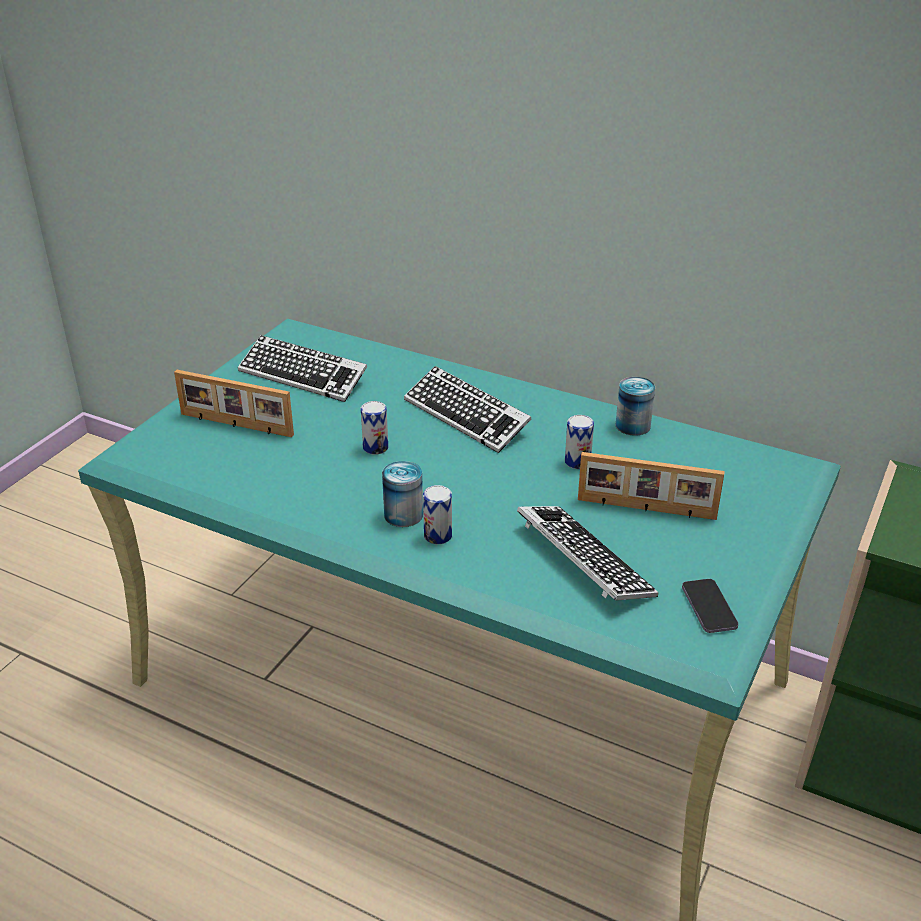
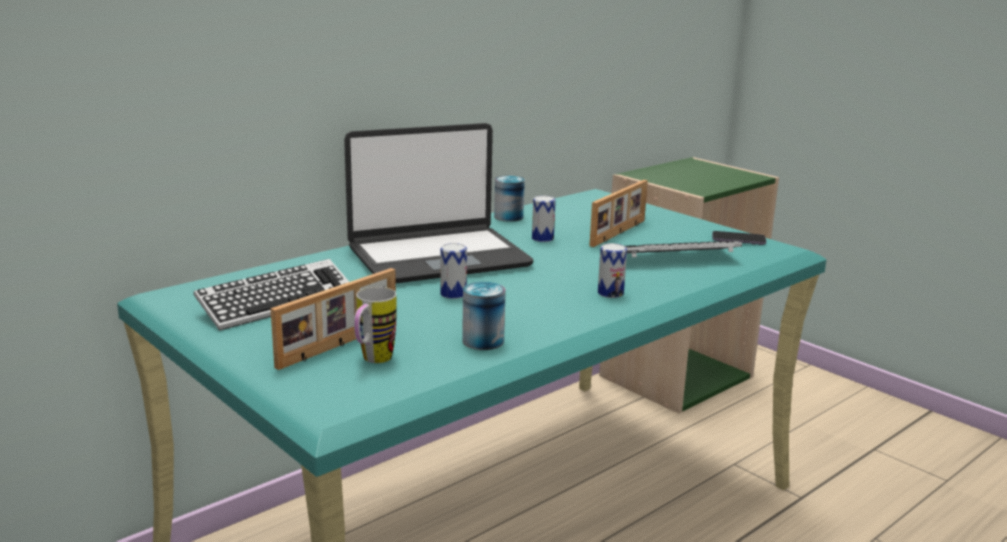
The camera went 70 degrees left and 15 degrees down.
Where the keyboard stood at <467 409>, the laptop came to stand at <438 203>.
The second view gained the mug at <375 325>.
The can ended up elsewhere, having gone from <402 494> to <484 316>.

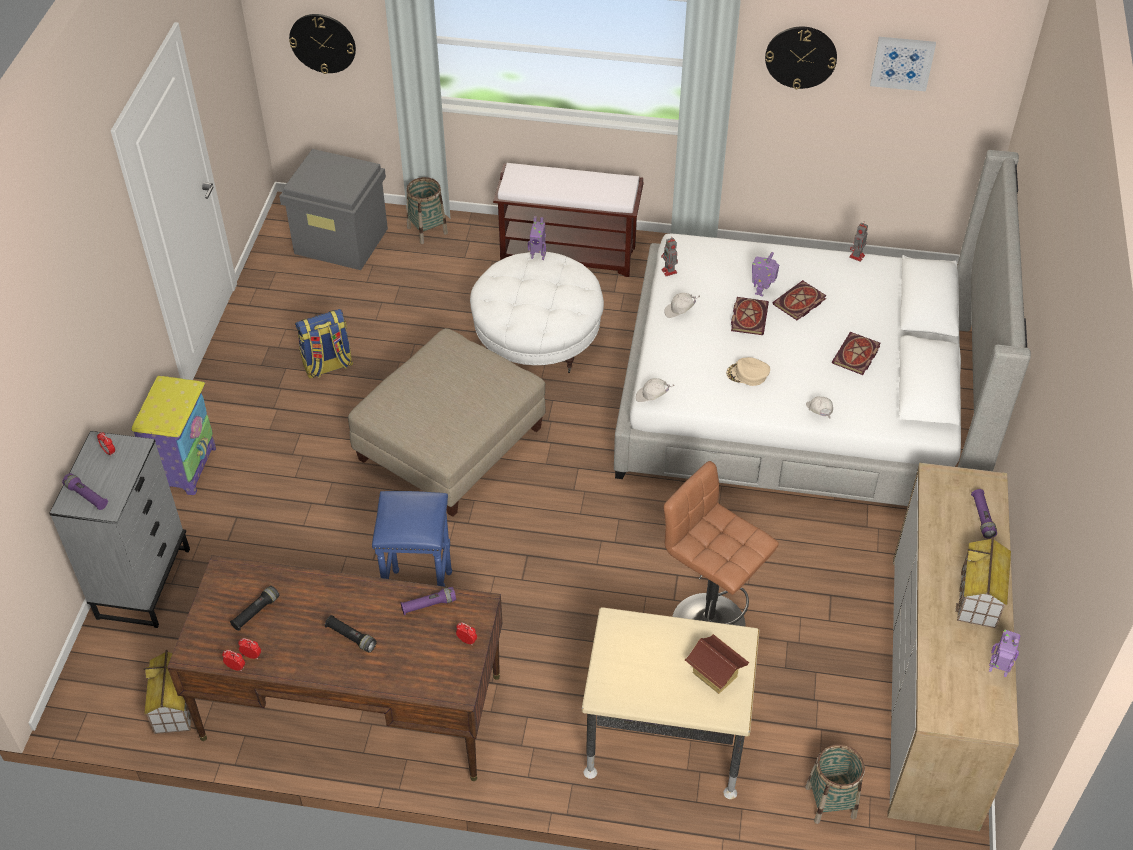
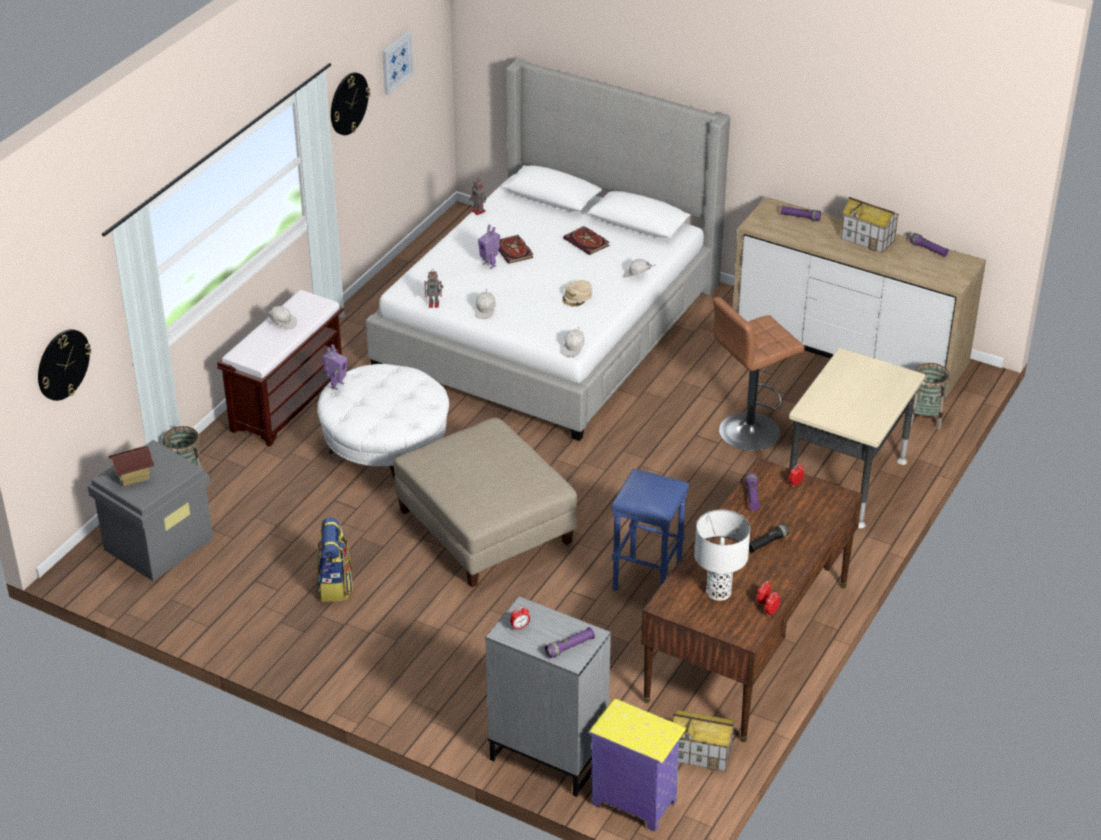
The camera went 70 degrees left and 10 degrees down.
The toy house ended up elsewhere, having gone from <717 664> to <131 466>.
The second view gained the white cap at <280 317>.
The nightstand ended up elsewhere, having gone from <173 435> to <637 765>.
Where the black flashlight stood at <255 608>, the white table lamp came to stand at <722 555>.
Where the toy robot stood at <1005 653>, the purple flashlight came to stand at <929 245>.
The second view lost the book at <750 316>.

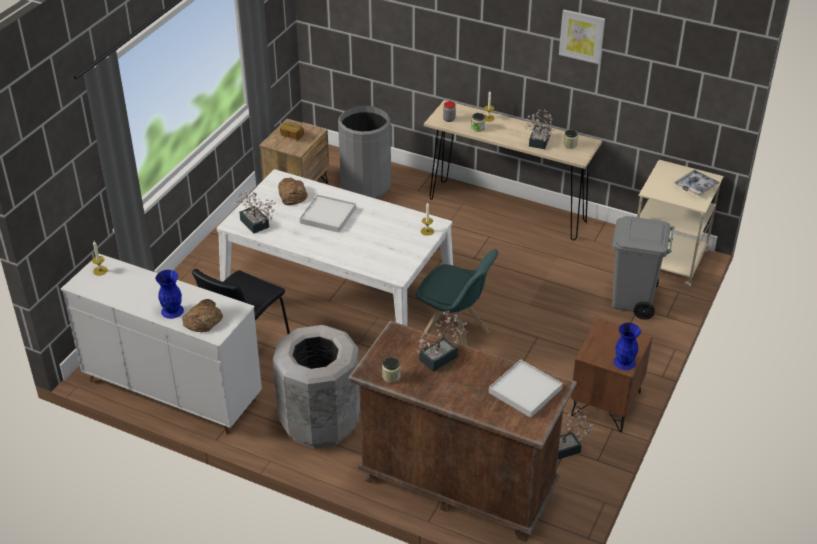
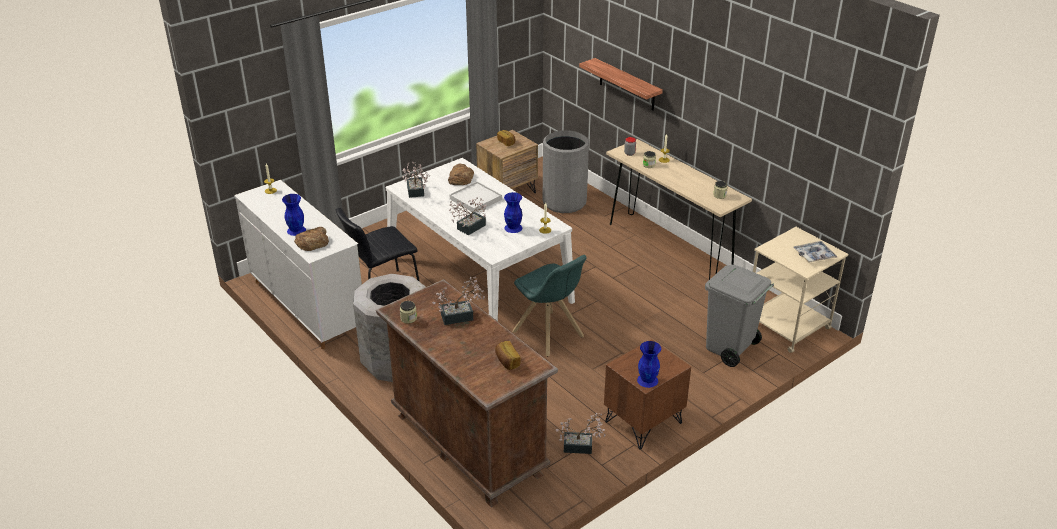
The camera went 25 degrees right and 5 degrees down.
The potted plant ended up elsewhere, having gone from <540 129> to <467 216>.
Where the white tray stood at <526 388>, the bread came to stand at <508 355>.
The second view gained the blue vase at <513 212>.
The second view gained the shelf at <621 84>.
The second view lost the picture at <582 36>.

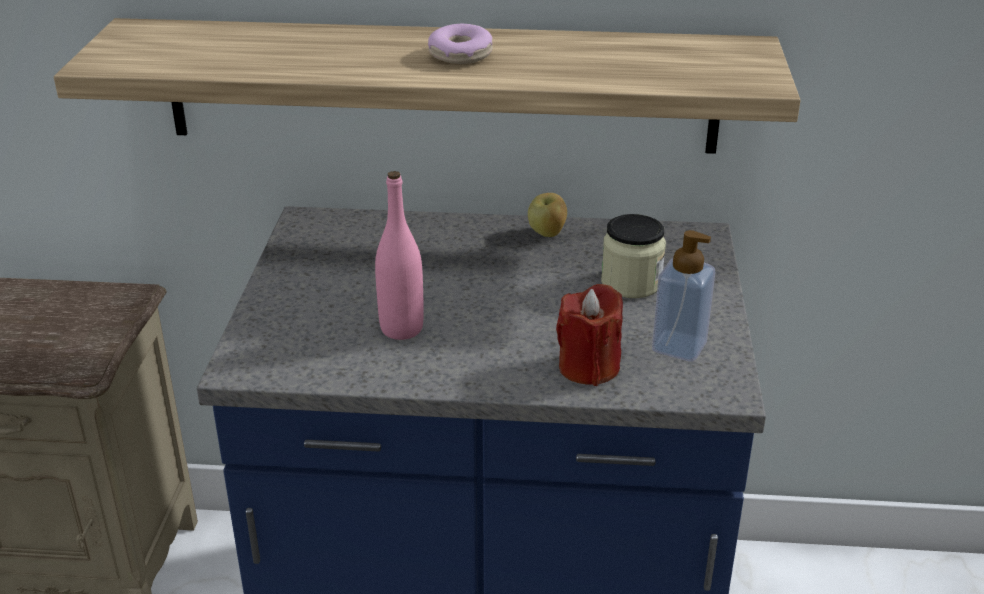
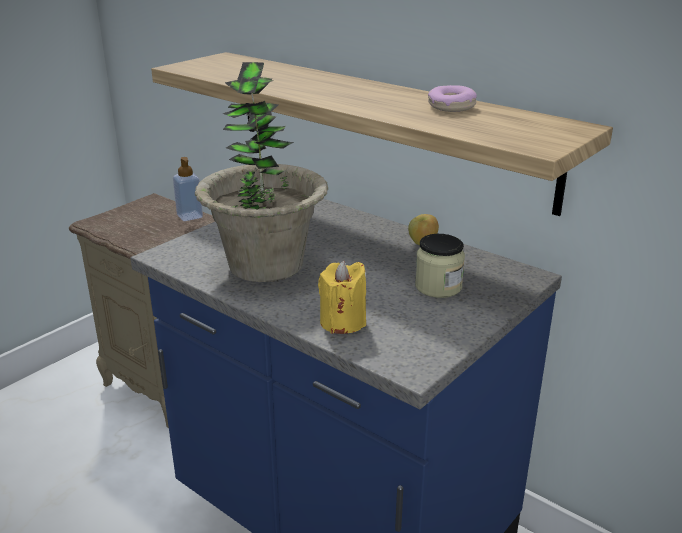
The camera went 35 degrees right and 5 degrees down.
The soap dispenser ended up elsewhere, having gone from <683 296> to <188 189>.
Where the pink bottle stood at <399 255>, the potted plant came to stand at <261 172>.
What was the red candle at <589 335> turned into the yellow candle at <342 297>.
The donut ended up elsewhere, having gone from <460 44> to <452 98>.

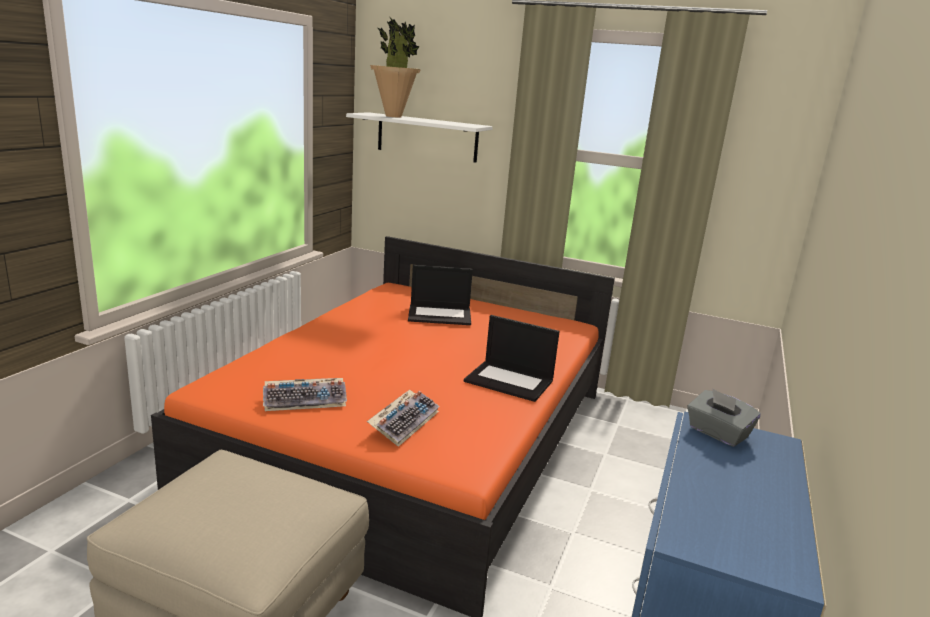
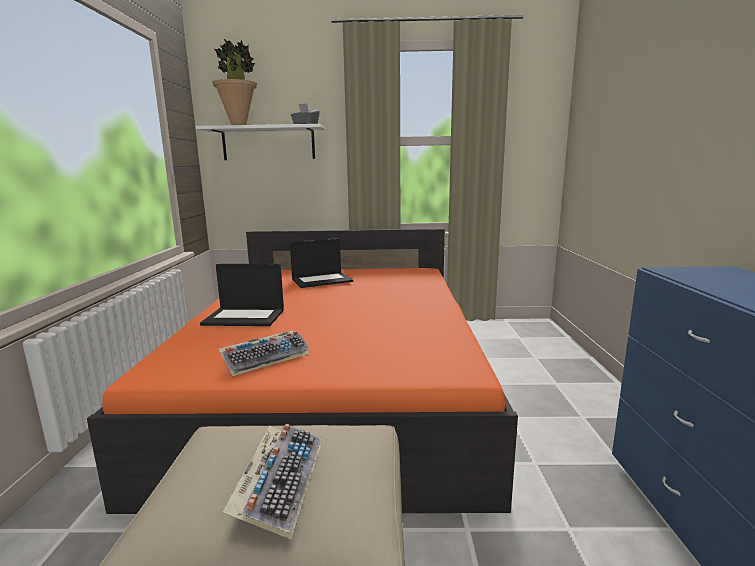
The camera went 20 degrees left and 5 degrees down.
The laptop ended up elsewhere, having gone from <512 358> to <242 295>.
The keyboard ended up elsewhere, having gone from <403 418> to <271 481>.
The grey tissue box ended up elsewhere, having gone from <724 417> to <305 113>.

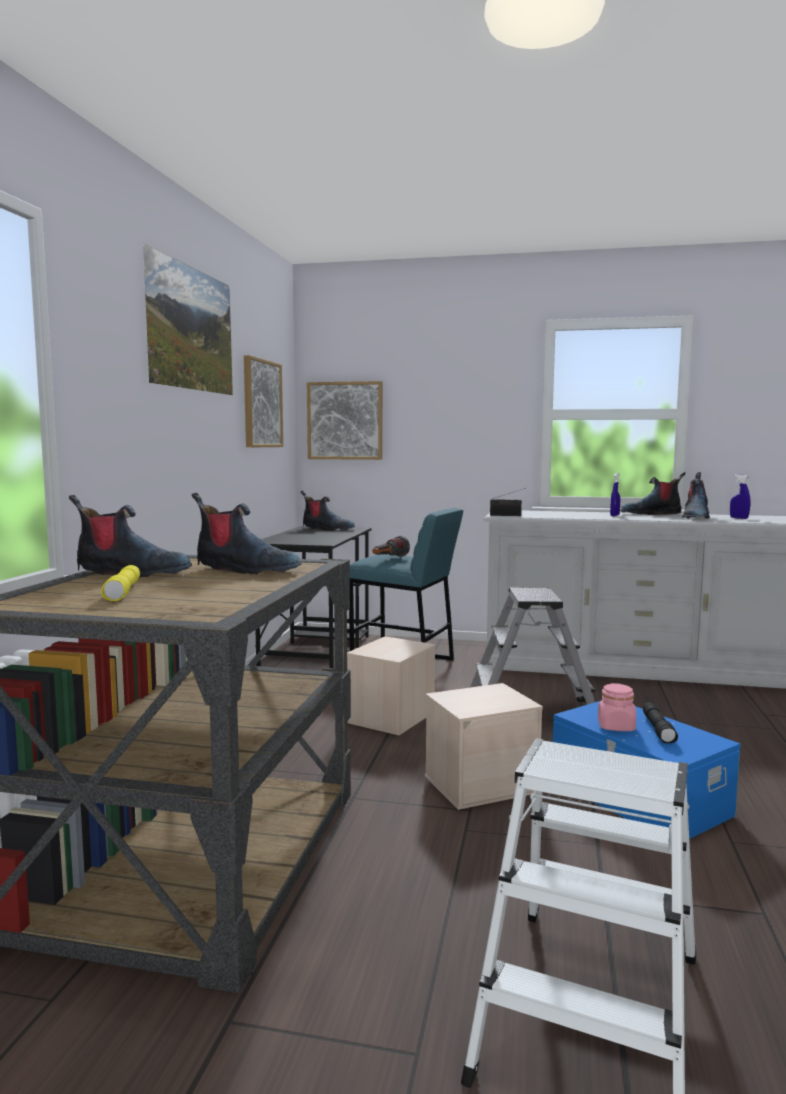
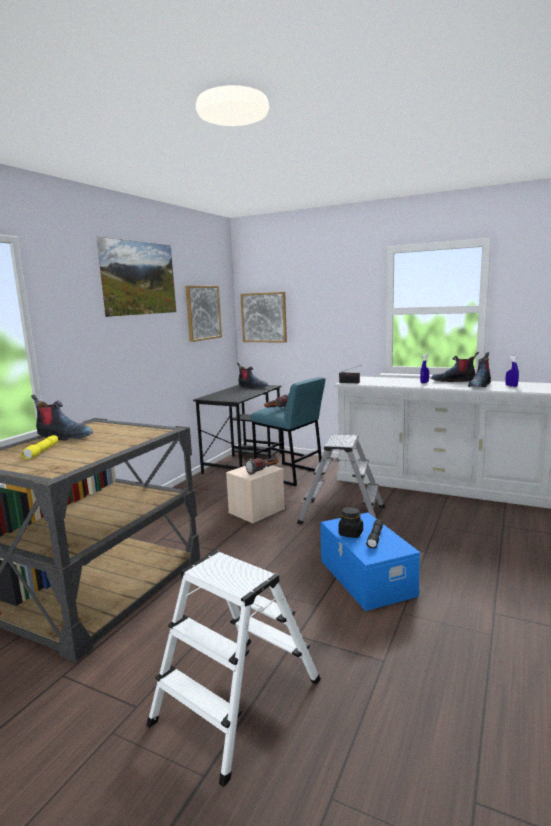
The camera went 15 degrees right and 5 degrees up.
The second view gained the flashlight at <262 466>.
What was the pink jar at <617 707> turned into the black jar at <350 522>.
The second view lost the boot at <246 533>.
The second view lost the beige storage box at <484 746>.

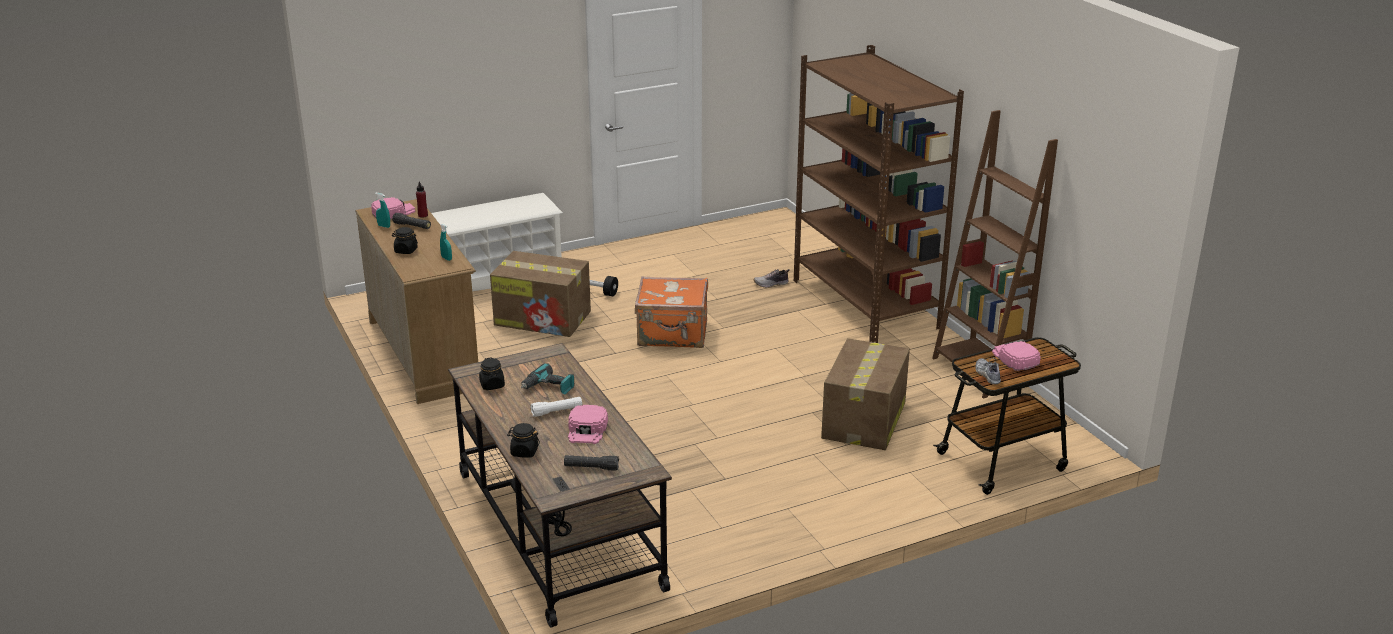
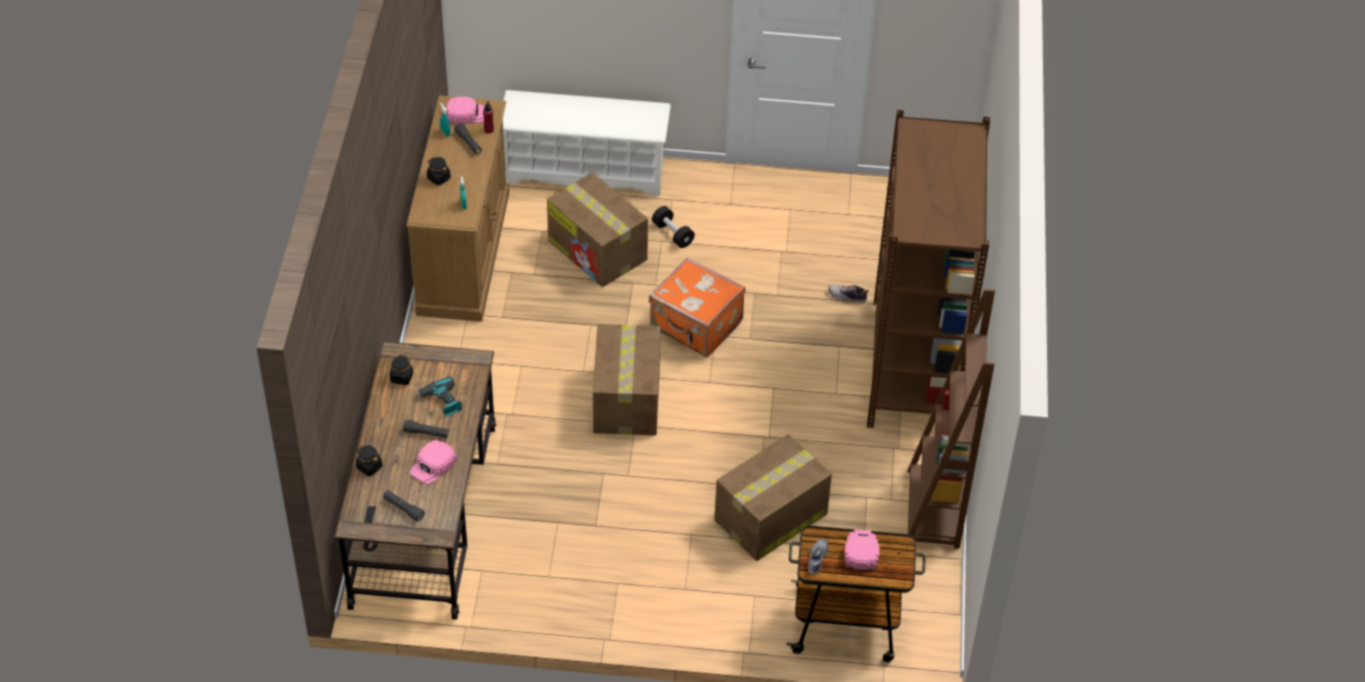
The camera went 30 degrees right and 20 degrees up.
What was the white flashlight at <556 407> turned into the black flashlight at <426 429>.
The second view gained the cardboard box at <627 379>.

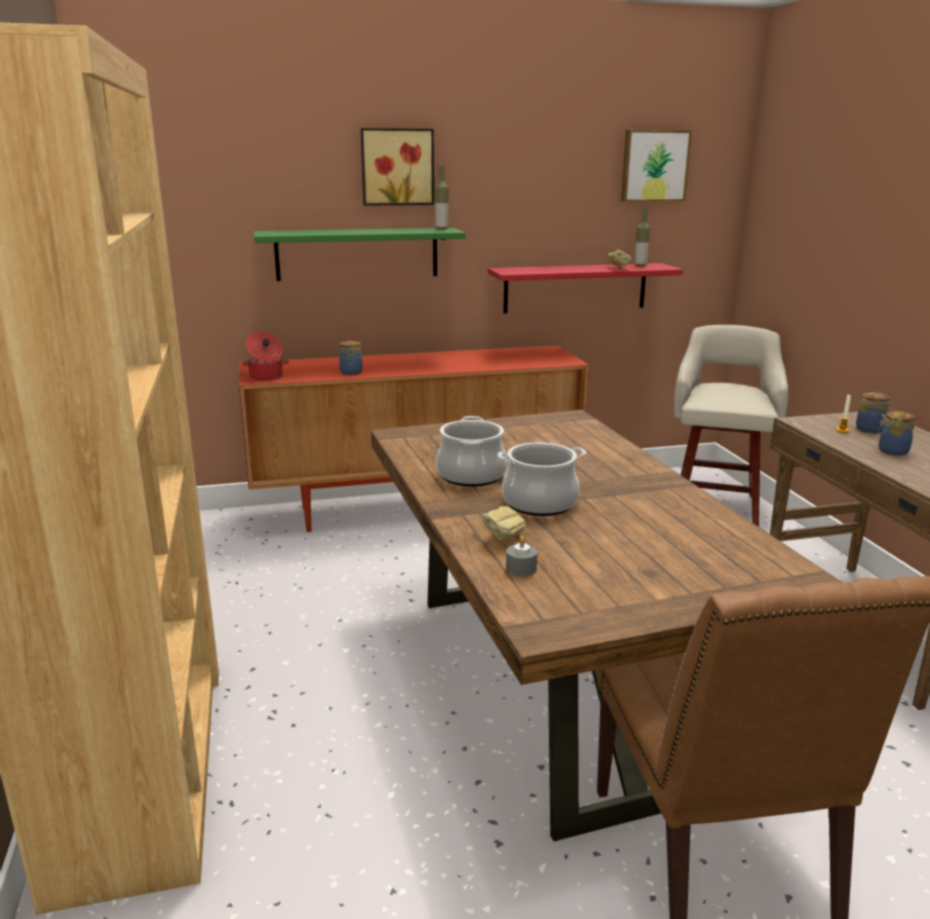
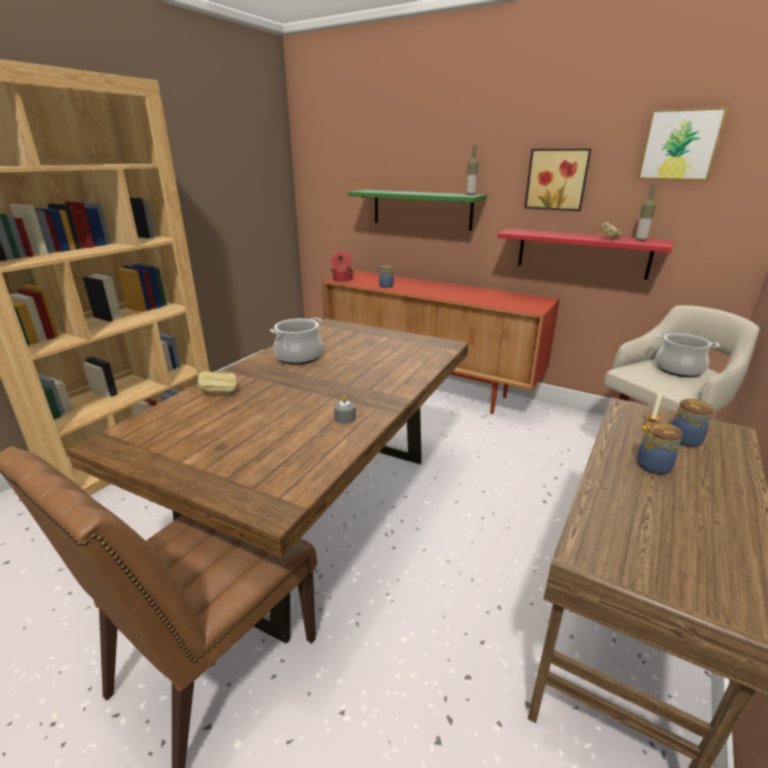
The camera went 45 degrees right and 5 degrees up.
The grey candle ended up elsewhere, having gone from <521 556> to <345 409>.
The picture ended up elsewhere, having gone from <397 167> to <557 180>.
The cooking pot ended up elsewhere, having gone from <541 479> to <687 355>.

